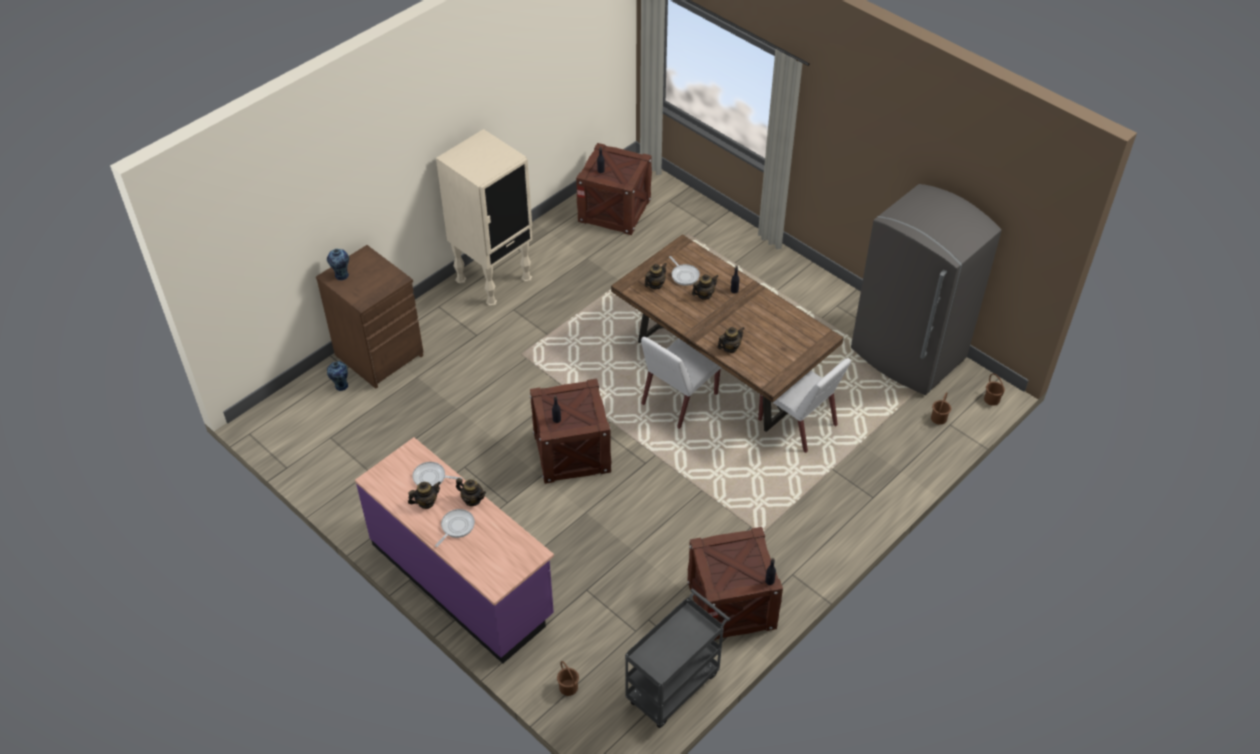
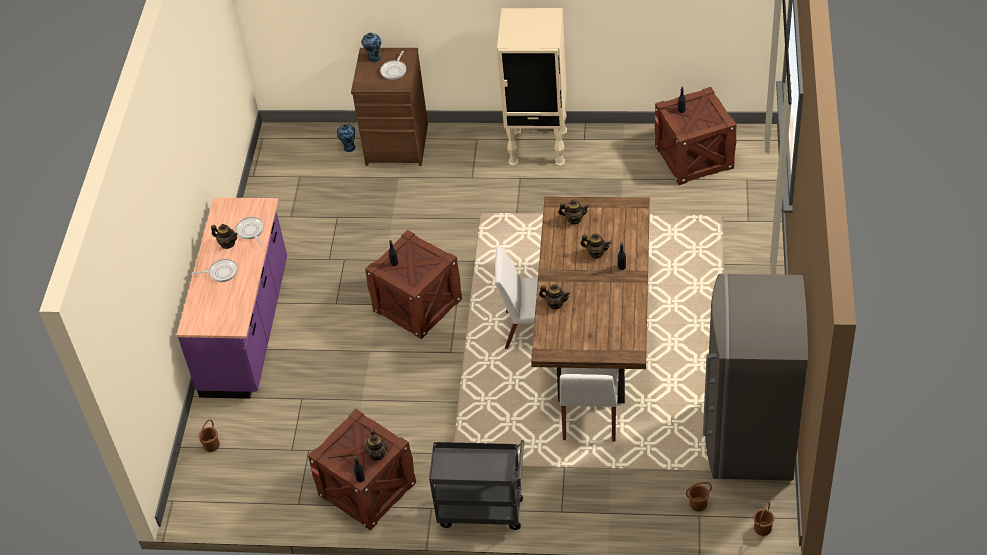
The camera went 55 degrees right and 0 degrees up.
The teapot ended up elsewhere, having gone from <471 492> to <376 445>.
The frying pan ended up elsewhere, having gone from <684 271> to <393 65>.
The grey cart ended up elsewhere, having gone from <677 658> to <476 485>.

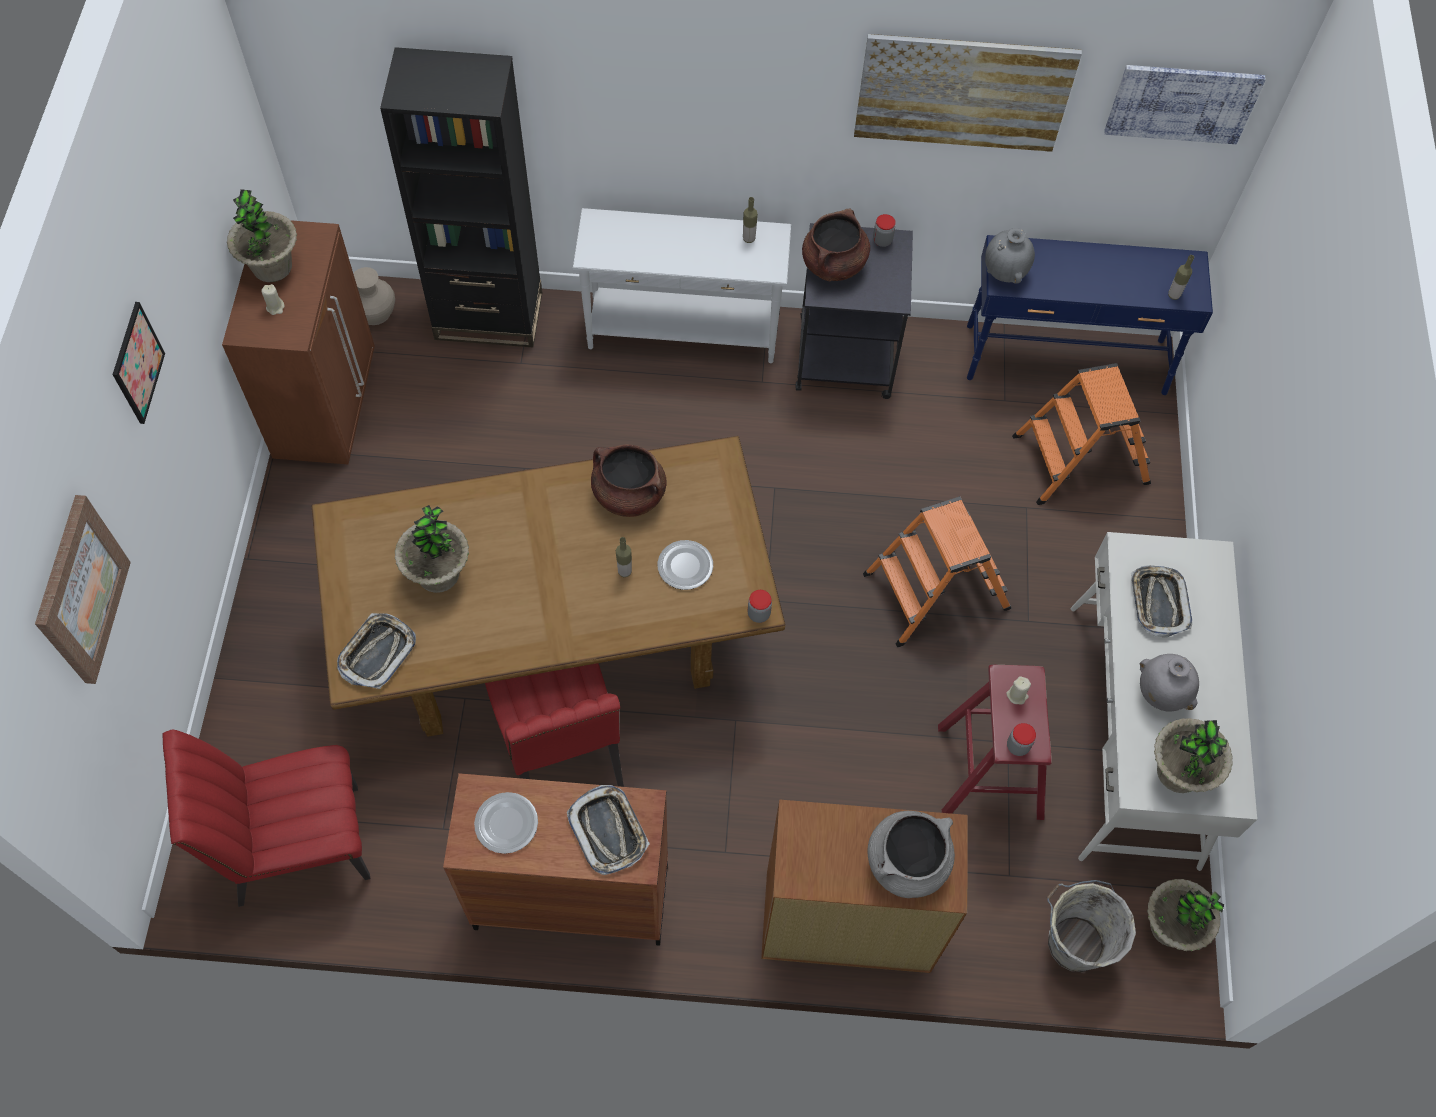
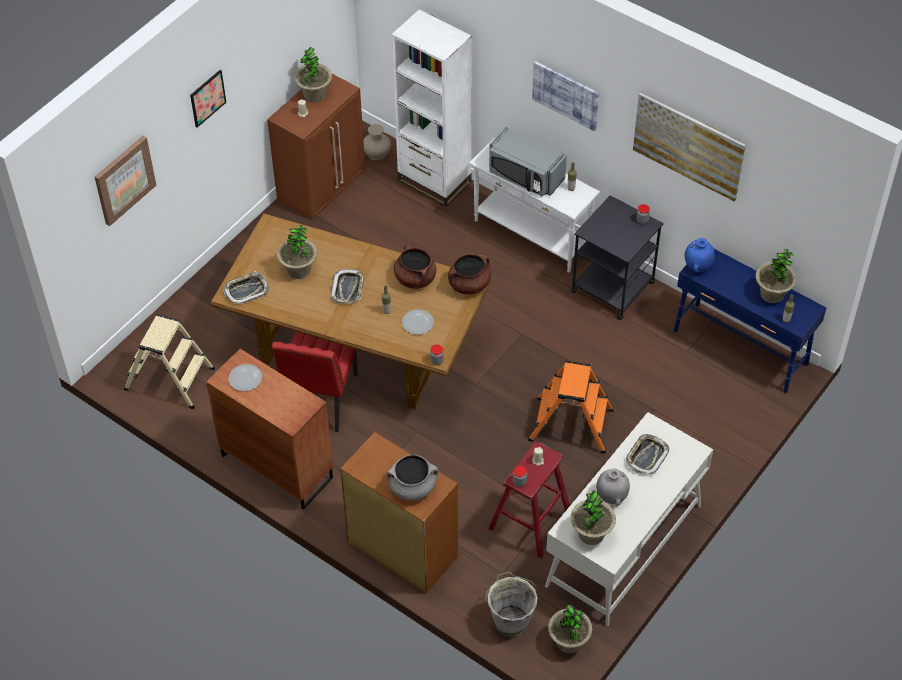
The camera went 35 degrees right and 10 degrees down.
Where the red chair stood at <266 818>, the beige step ladder came to stand at <169 361>.
The tray ended up elsewhere, having gone from <608 830> to <348 286>.
What was the black bookcase at <461 197> turned into the white bookcase at <432 108>.
The brown cooking pot ended up elsewhere, having gone from <836 245> to <469 274>.
The second view gained the grey microwave at <528 162>.
The picture ended up elsewhere, having gone from <1185 104> to <565 96>.
What was the grey vase at <1010 256> turned into the blue vase at <699 255>.
The second view gained the potted plant at <776 276>.
The second view lost the orange step ladder at <1081 434>.

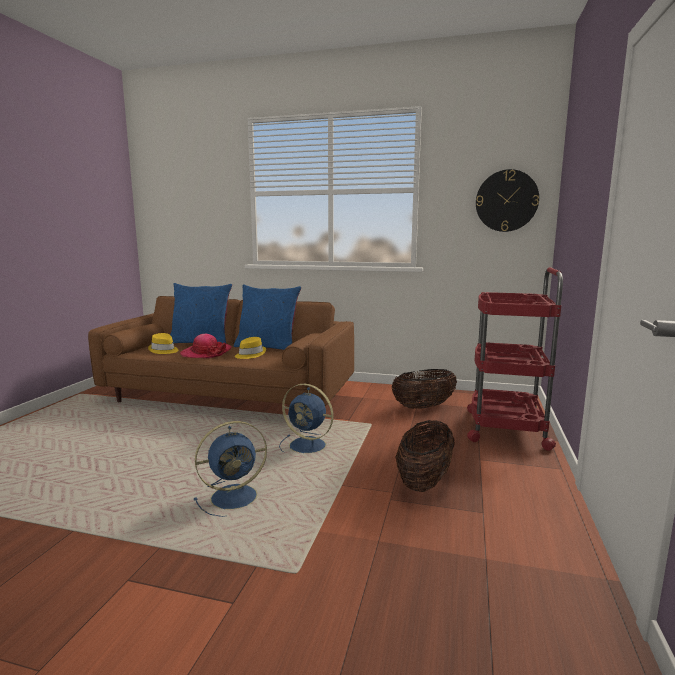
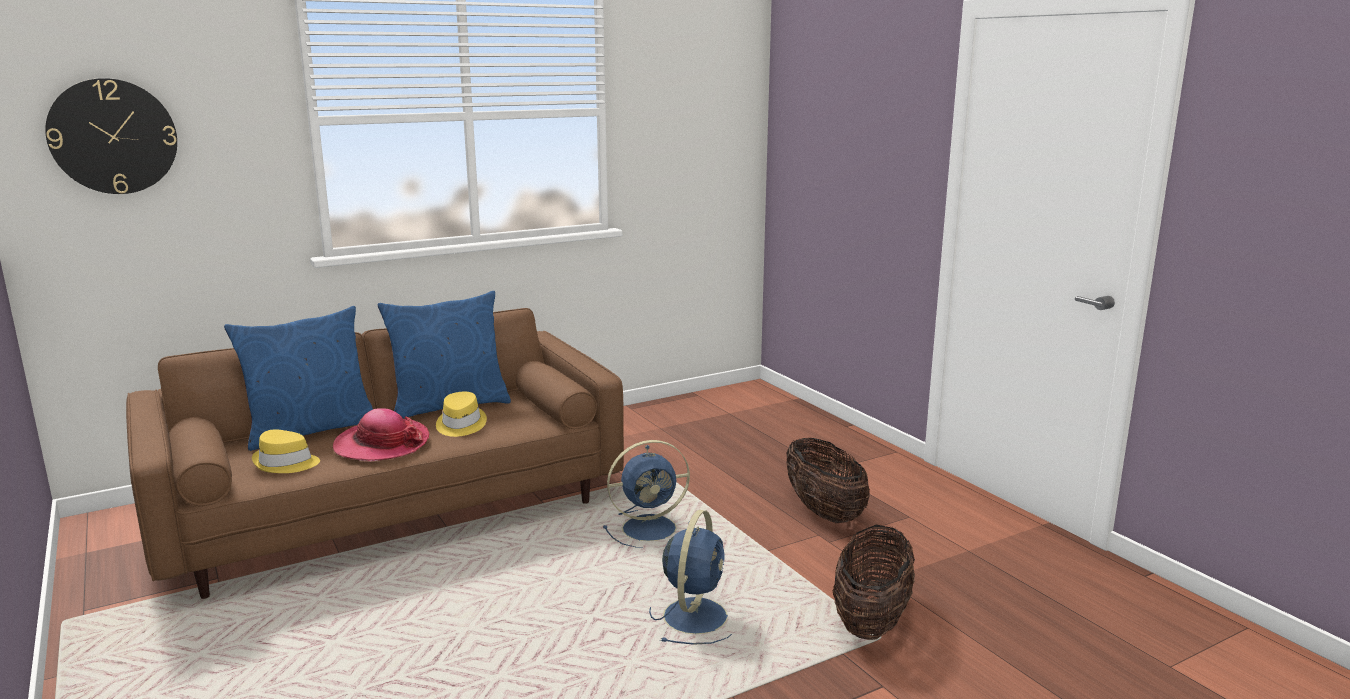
The camera went 45 degrees left and 5 degrees up.
The wall clock ended up elsewhere, having gone from <507 200> to <111 136>.
The basket ended up elsewhere, having gone from <424 389> to <874 582>.
The second view lost the red cart at <515 359>.

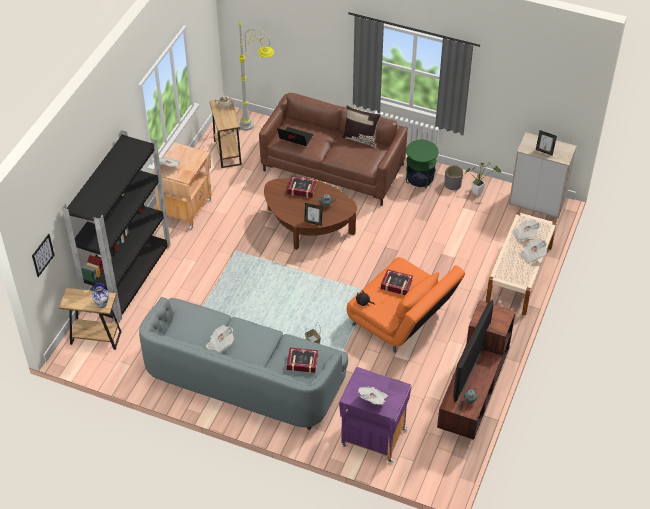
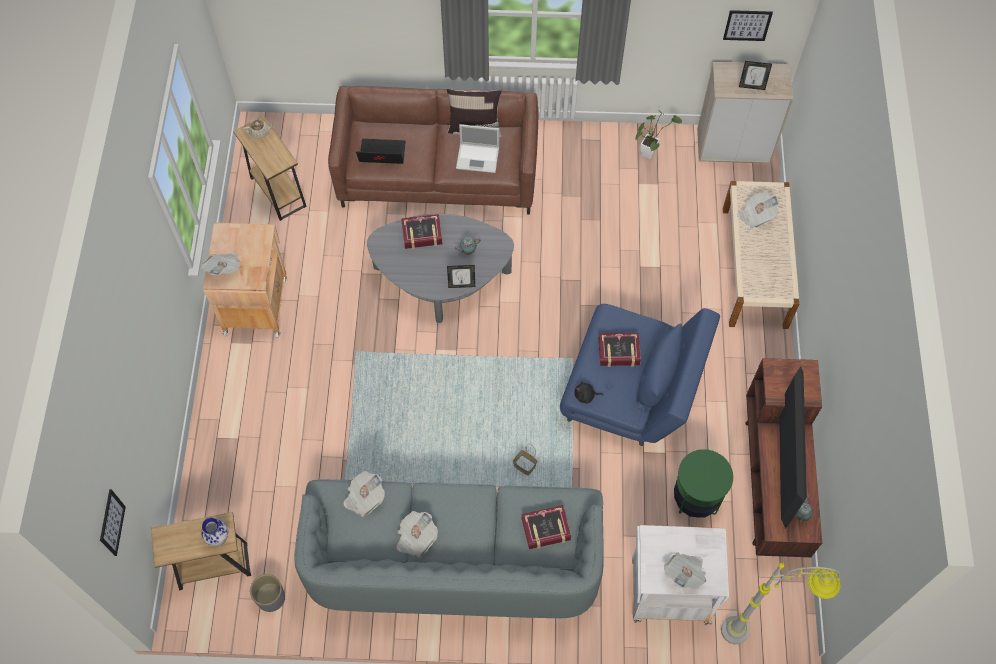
The camera went 20 degrees left and 15 degrees up.
The grey planter ended up elsewhere, having gone from <454 177> to <267 593>.
The newspaper ended up elsewhere, having gone from <533 251> to <364 494>.
What was the brown coffee table at <311 214> turned into the grey coffee table at <440 268>.
The second view gained the laptop at <477 148>.
What was the orange armchair at <406 305> turned into the blue armchair at <640 375>.
What was the purple cart at <375 415> turned into the white cart at <680 575>.
The green side table ended up elsewhere, having gone from <422 164> to <703 483>.
The grey floor lamp ended up elsewhere, having gone from <256 77> to <781 603>.
The second view gained the picture at <748 25>.
The second view lost the black bookcase at <116 226>.

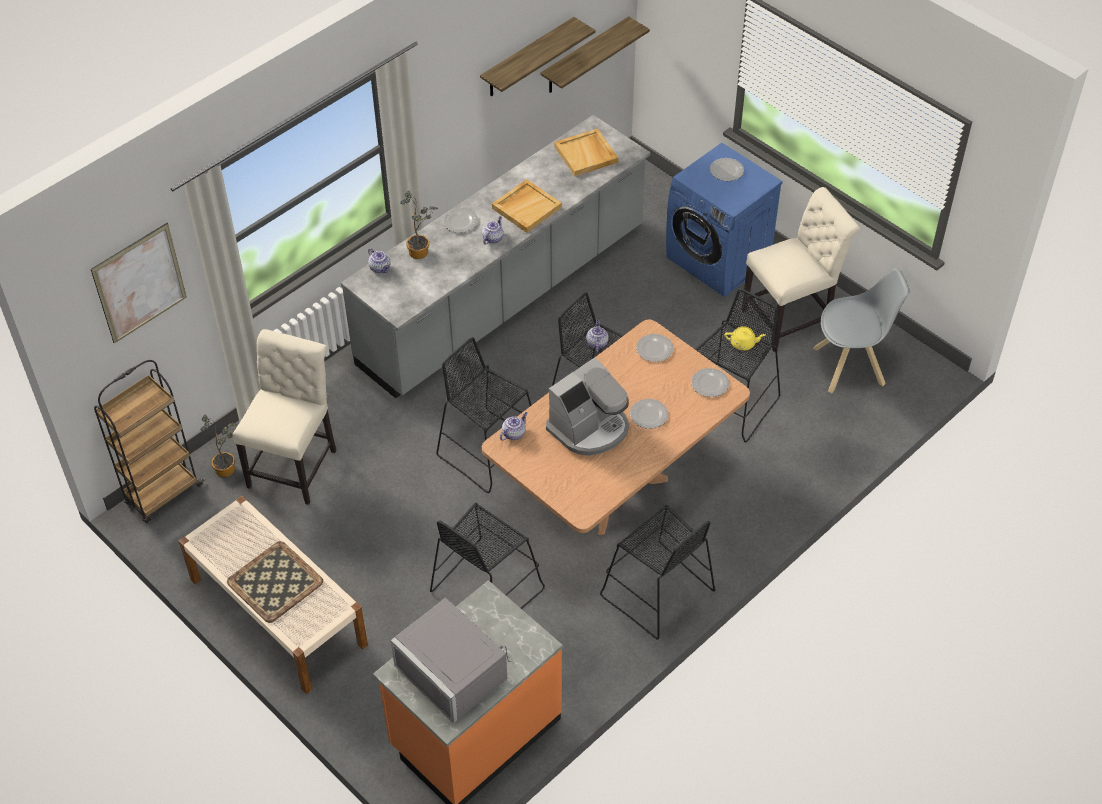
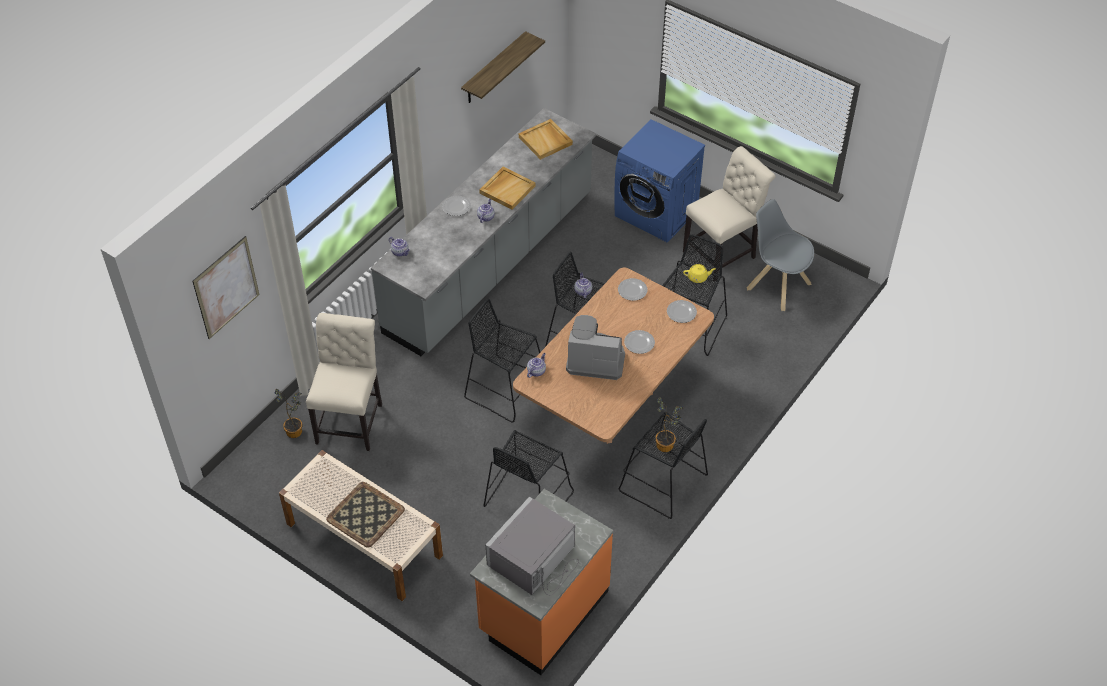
The camera went 10 degrees left and 0 degrees up.
The grey microwave at <451 660> ended up facing another way, 90 degrees clockwise from before.
The coffee machine at <587 406> ended up facing another way, 120 degrees counterclockwise from before.
The potted plant ended up elsewhere, having gone from <419 225> to <669 424>.
The grey chair at <861 330> ended up facing another way, 120 degrees counterclockwise from before.
The second view lost the brown cart at <149 441>.
The second view lost the shelf at <595 54>.
The second view lost the plate at <727 169>.

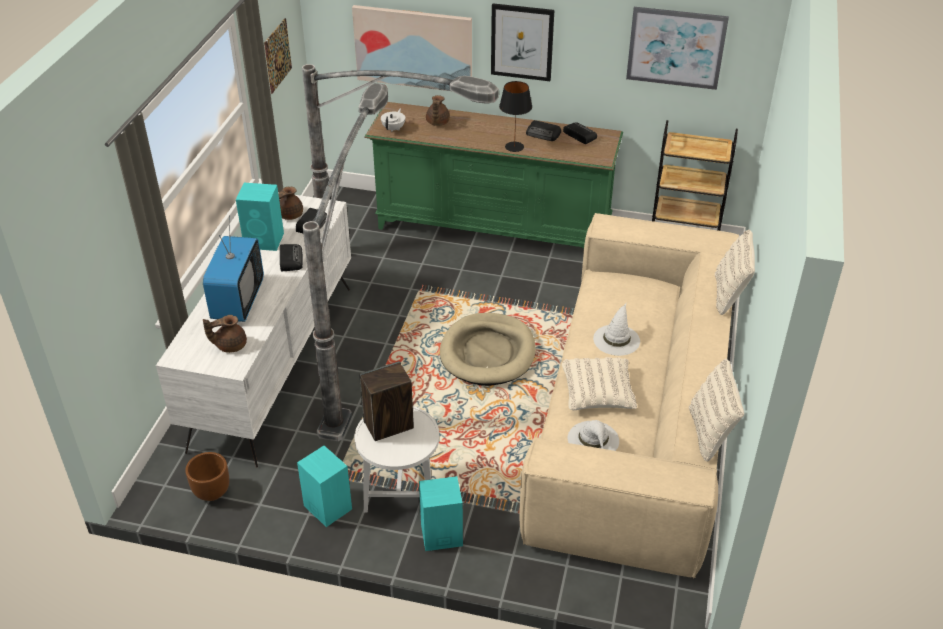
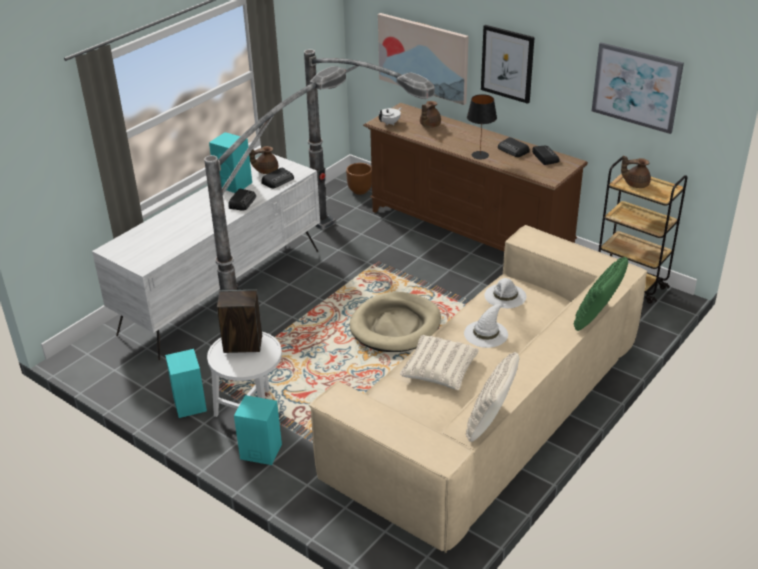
The camera went 25 degrees right and 5 degrees down.
The brown planter ended up elsewhere, having gone from <207 476> to <359 179>.
What was the green cabinet at <493 175> turned into the brown cabinet at <475 177>.
The white hat ended up elsewhere, having gone from <593 435> to <505 293>.
What was the beige pillow at <735 272> turned into the green pillow at <601 294>.
The brown teapot ended up elsewhere, having gone from <225 334> to <636 171>.
The second view lost the television at <233 268>.
The second view lost the picture at <278 56>.

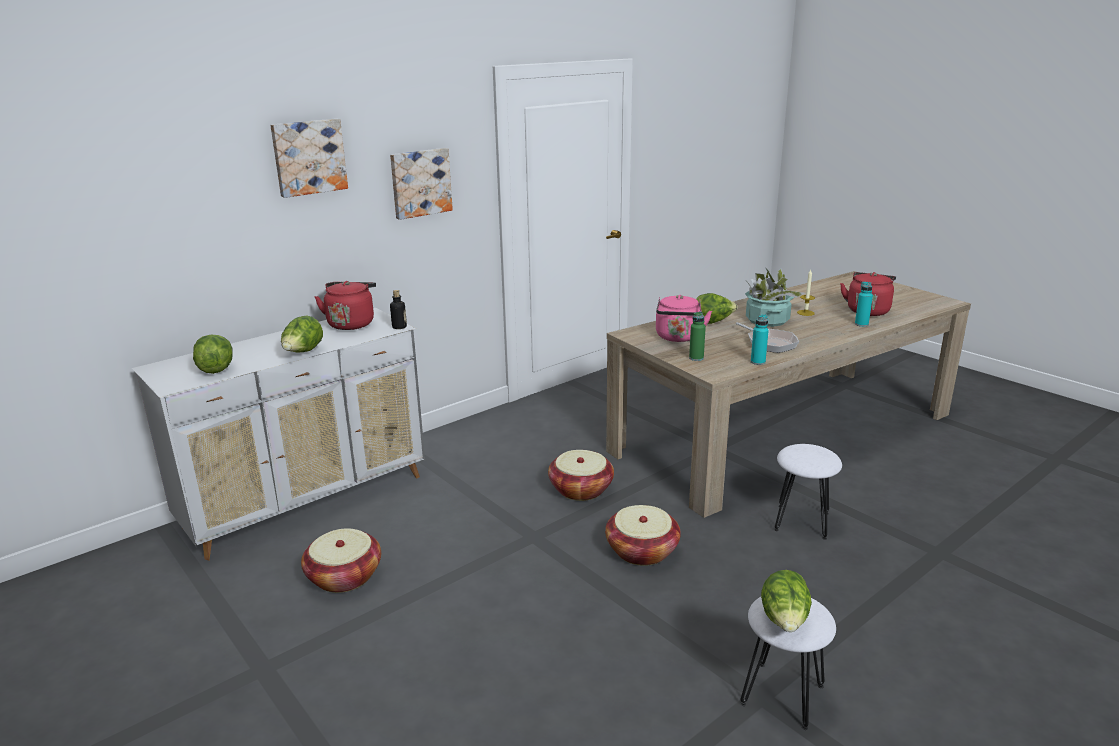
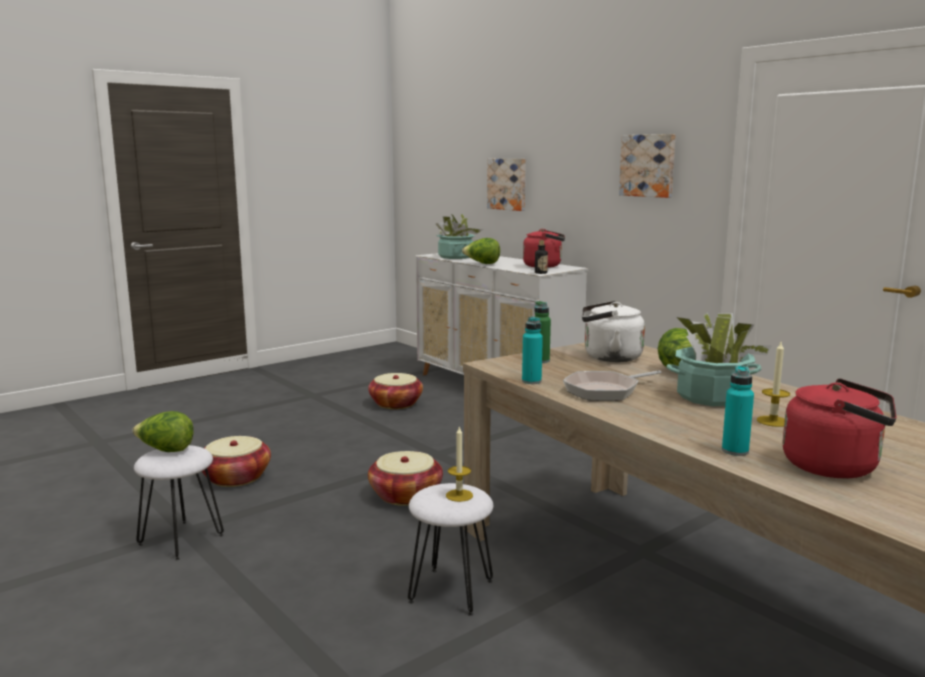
The camera went 90 degrees right and 10 degrees down.
The basket ended up elsewhere, having gone from <581 475> to <236 461>.
Where the lettuce stood at <213 354>, the potted plant came to stand at <459 236>.
The second view gained the candle at <459 464>.
The picture ended up elsewhere, having gone from <309 158> to <506 185>.
What was the pink kettle at <684 318> turned into the white kettle at <613 331>.

